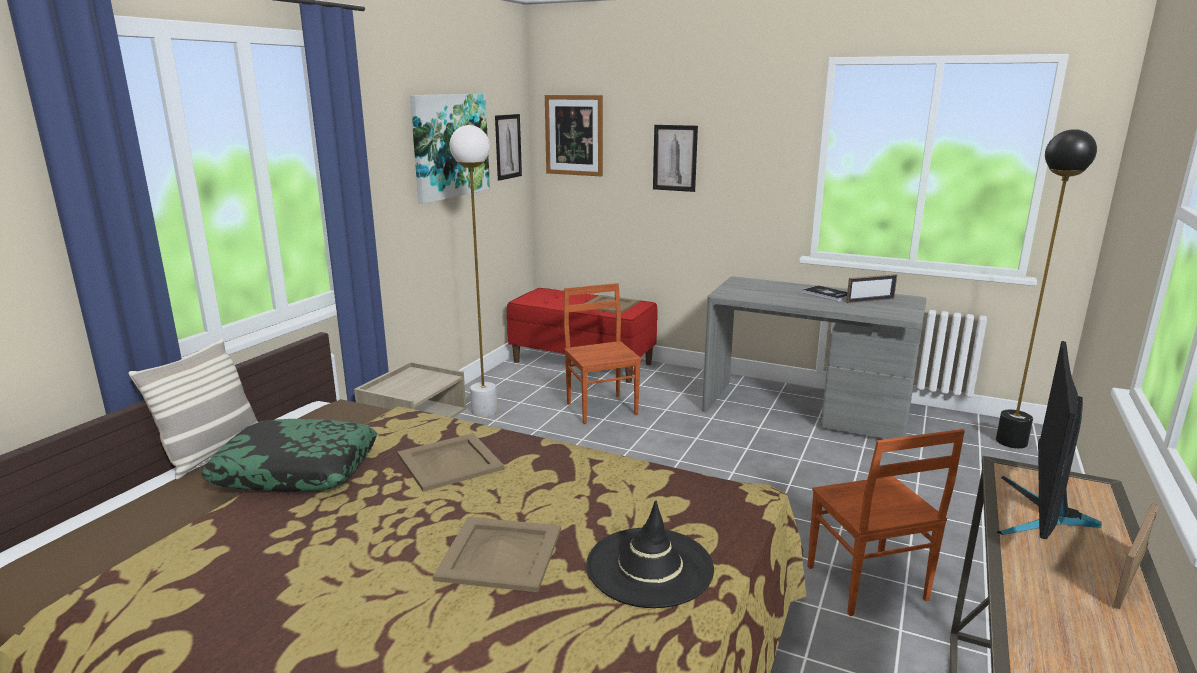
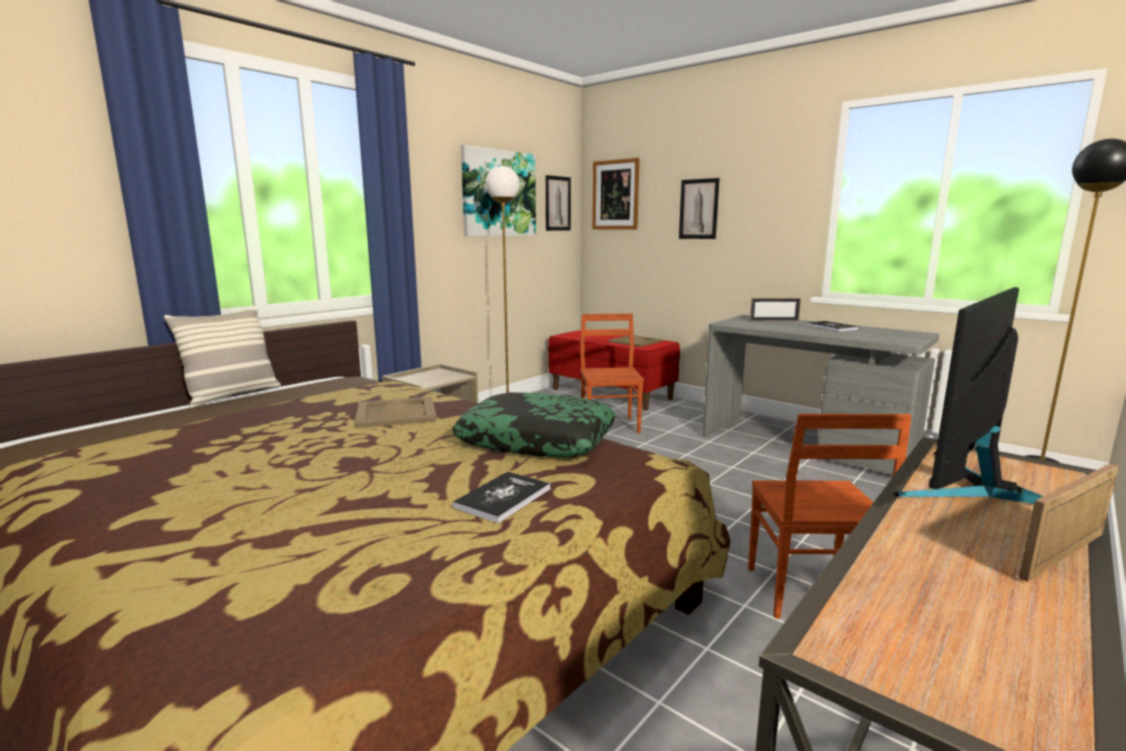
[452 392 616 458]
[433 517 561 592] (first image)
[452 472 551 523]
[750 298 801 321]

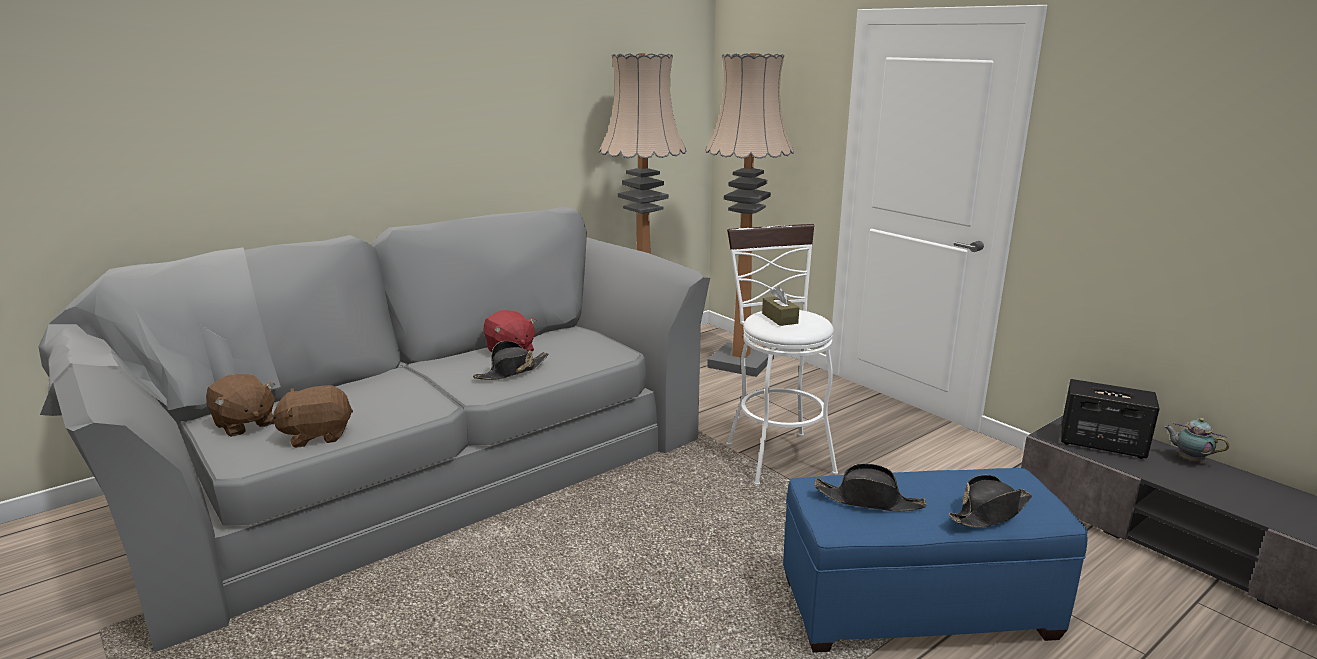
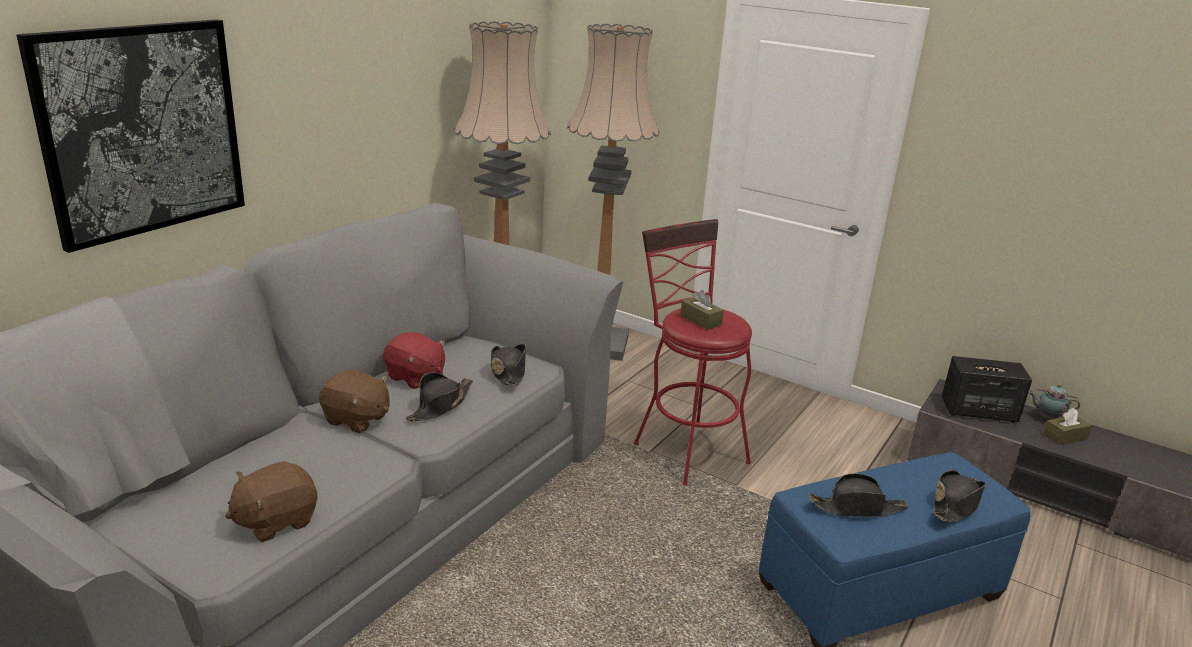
[319 370 390 433]
[634 219 752 486]
[17 19 245 253]
[490 344 526 386]
[1043 408 1092 445]

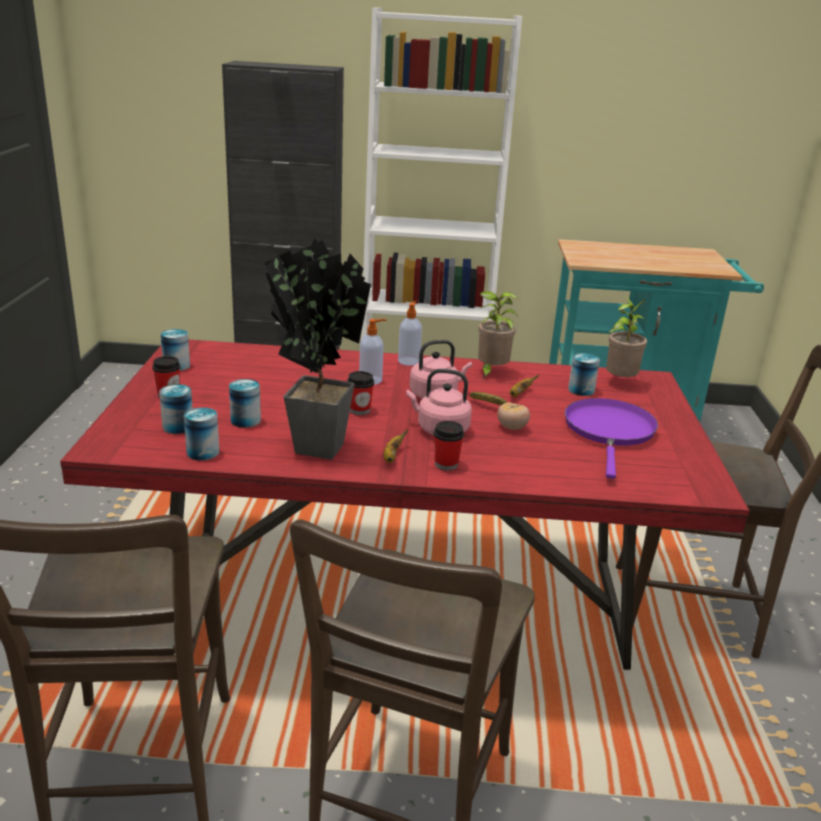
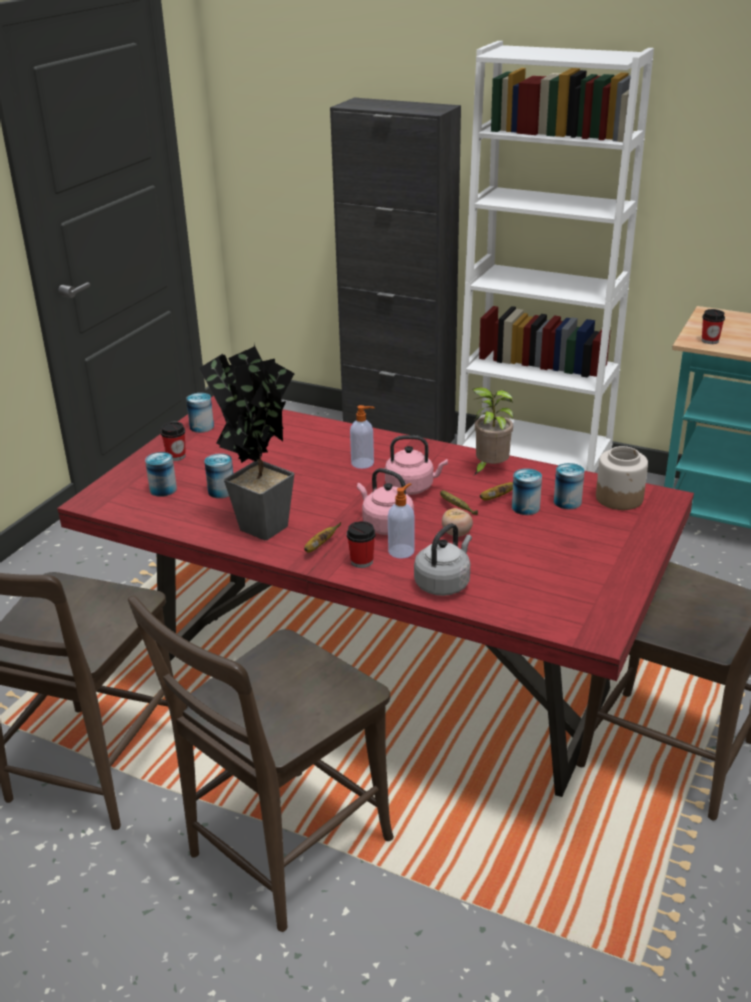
[512 469 542 515]
[702 309 725 344]
[388 483 414 559]
[565 398 658 479] (first image)
[596 446 648 510]
[414 523 472 596]

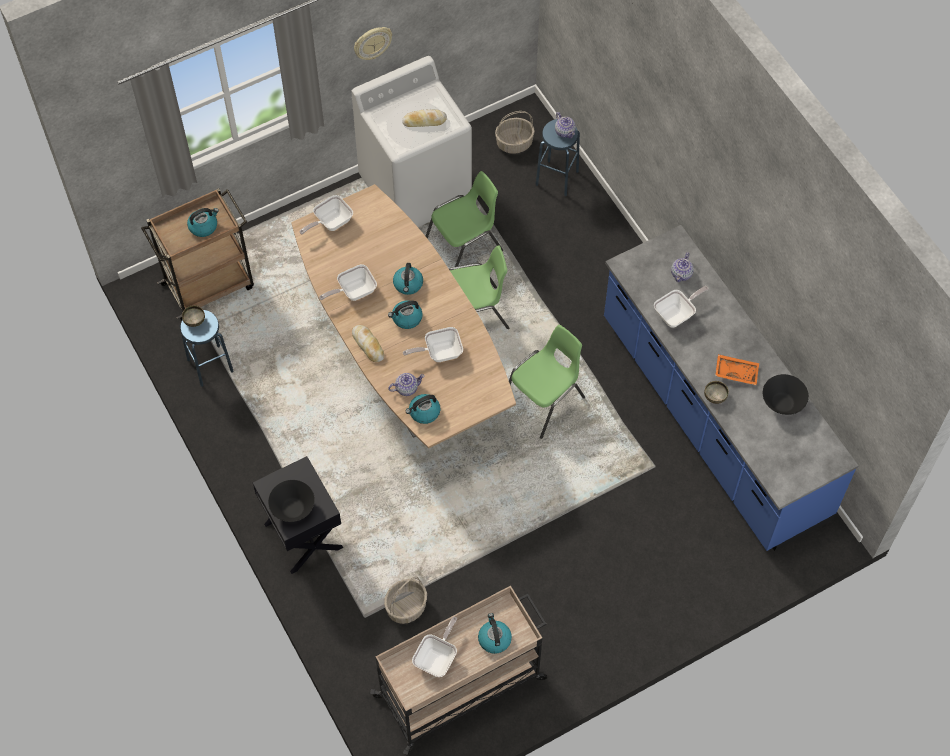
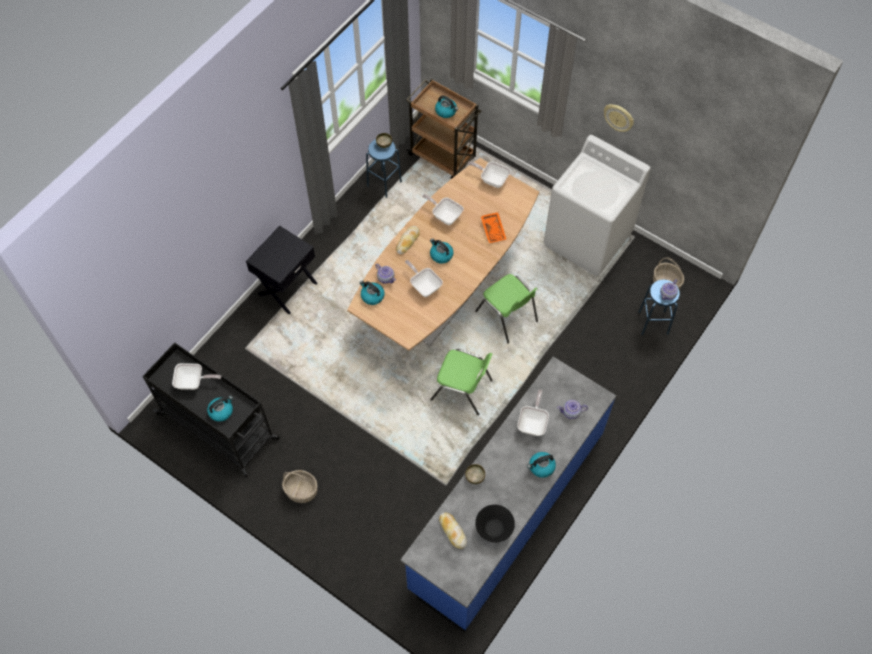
[268 480 315 522] (first image)
[142 342 280 478]
[282 470 318 503]
[527 452 556 478]
[439 513 467 549]
[426 171 503 267] (first image)
[517 389 549 436]
[481 212 506 243]

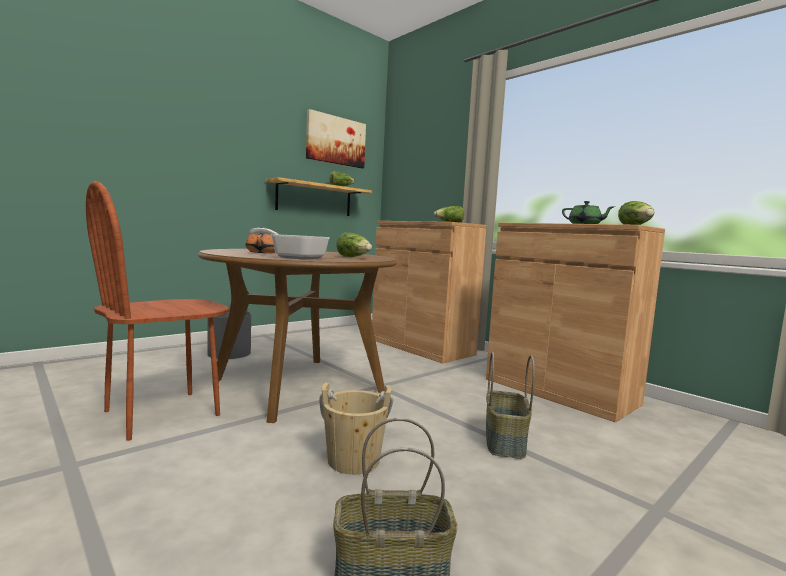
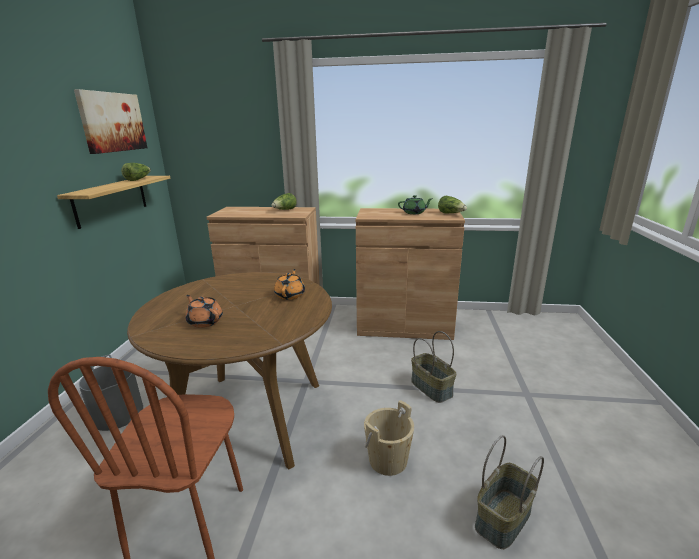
[249 228 330 260] (first image)
[274 269 305 300]

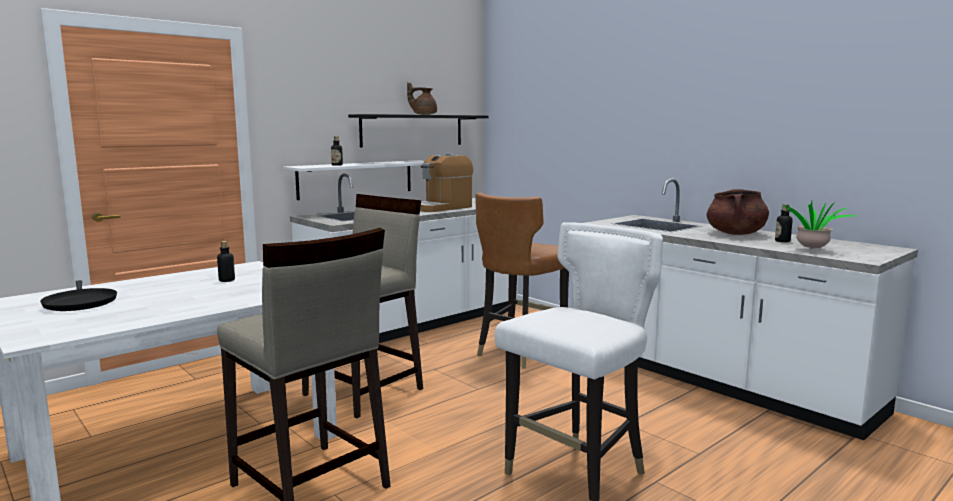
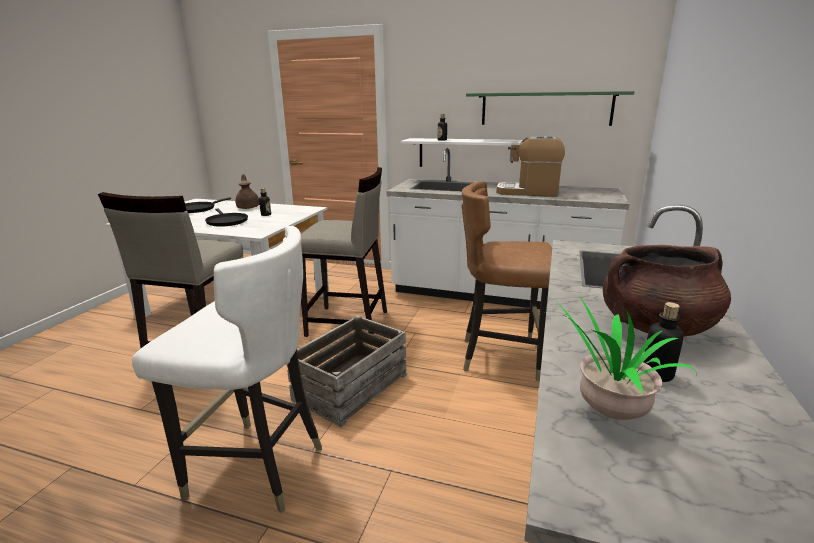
[466 91 634 126]
[236 174 259 209]
[205 208 248 227]
[287 316 407 427]

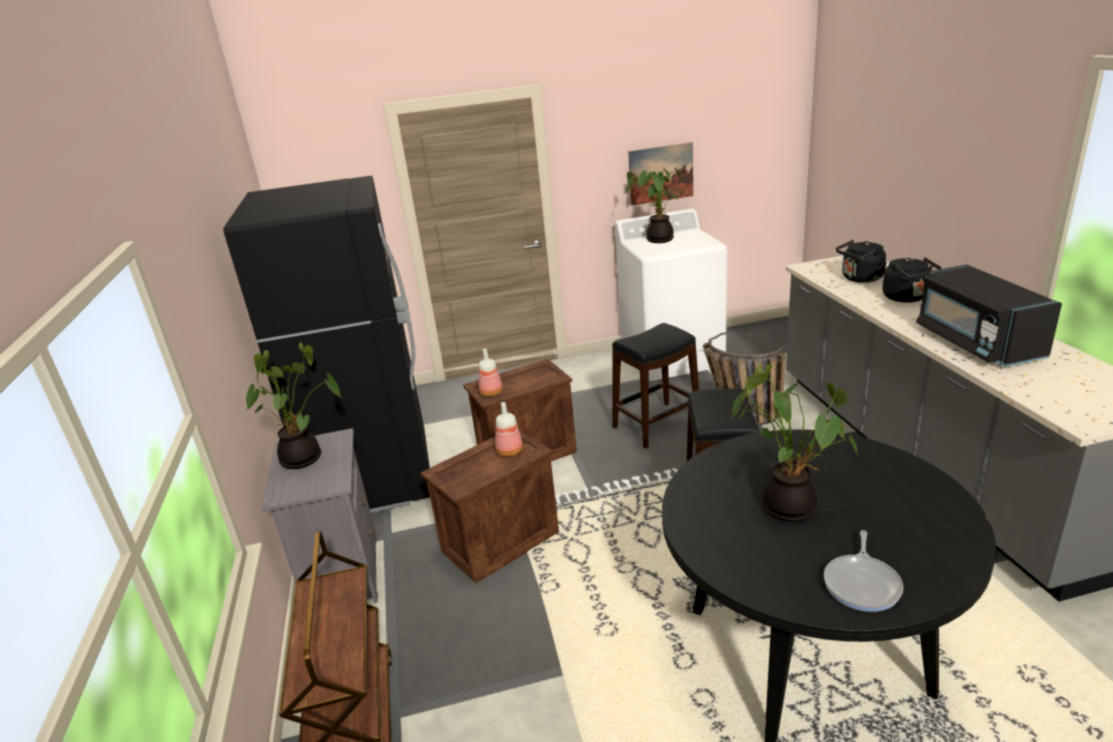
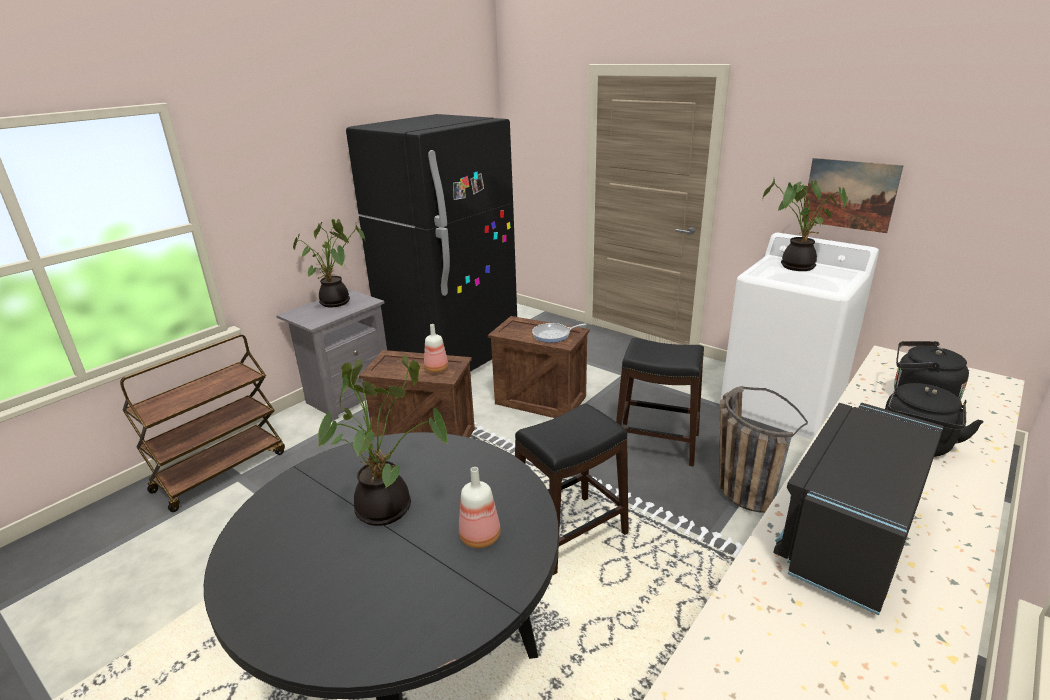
[459 467 501 548]
[532 323 587 343]

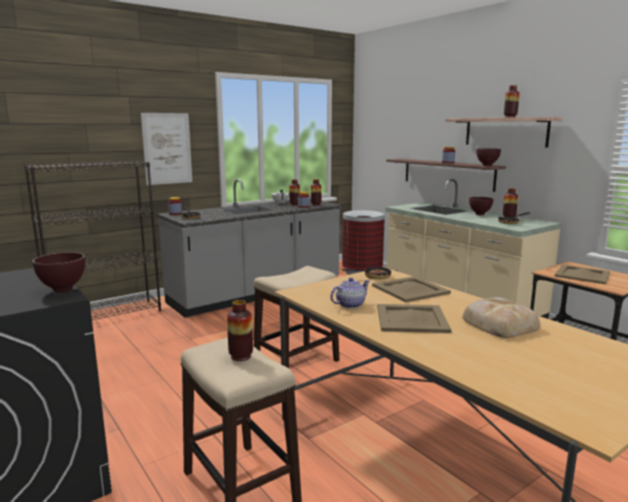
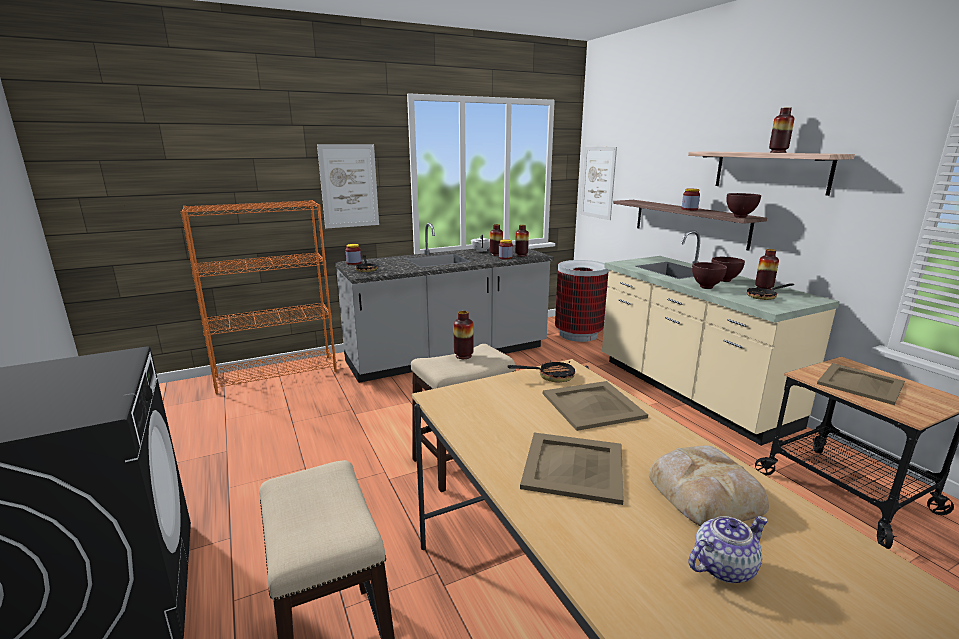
[180 200 337 394]
[692 262 727 289]
[453 311 474 359]
[689 516 768 583]
[581 147 617 220]

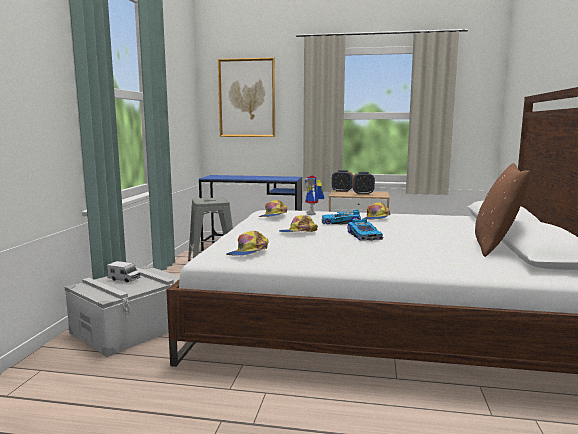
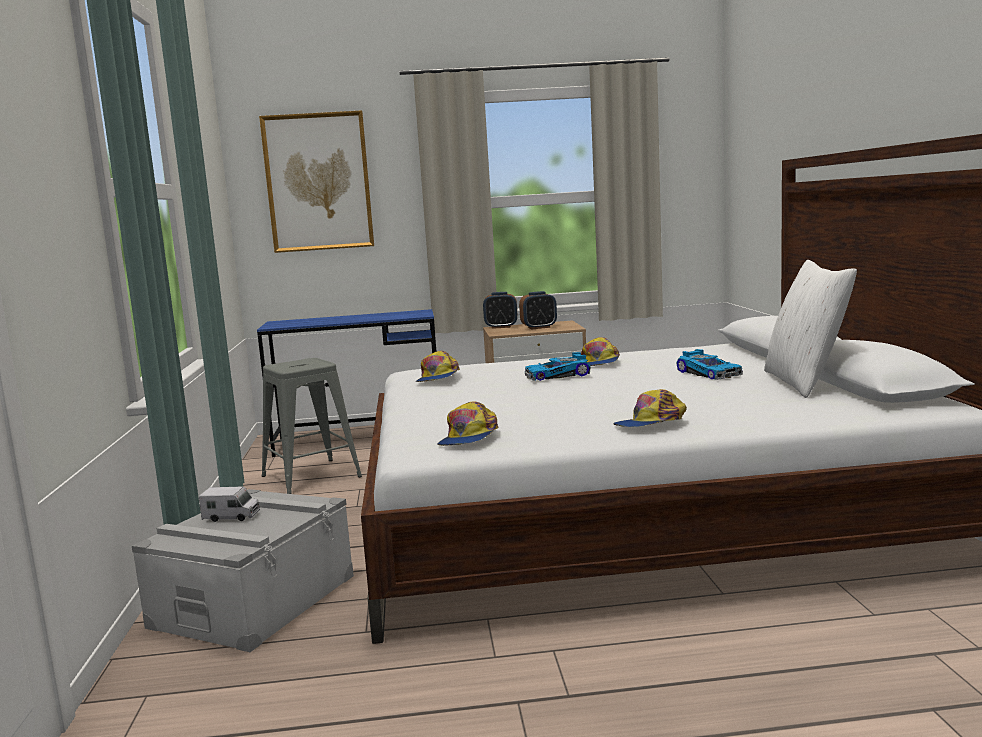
[613 389 687 427]
[305 176 324 215] (first image)
[676 349 743 380]
[764 260 857 398]

